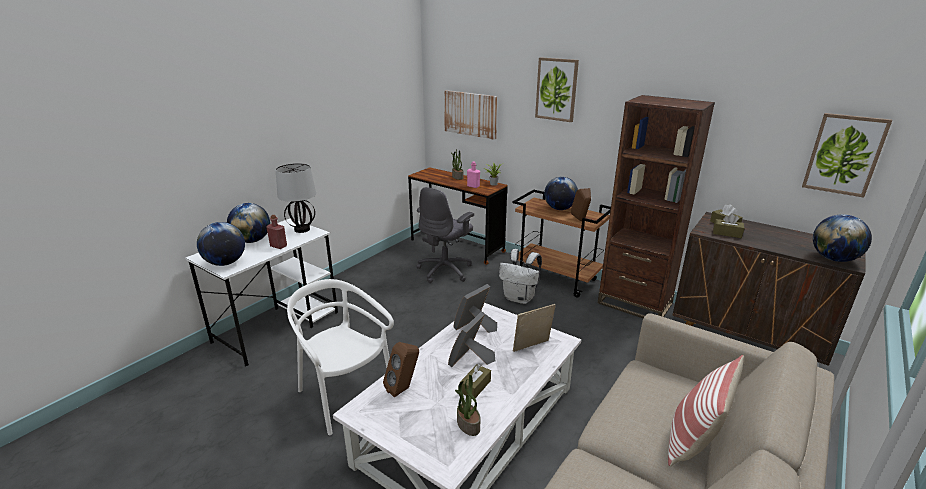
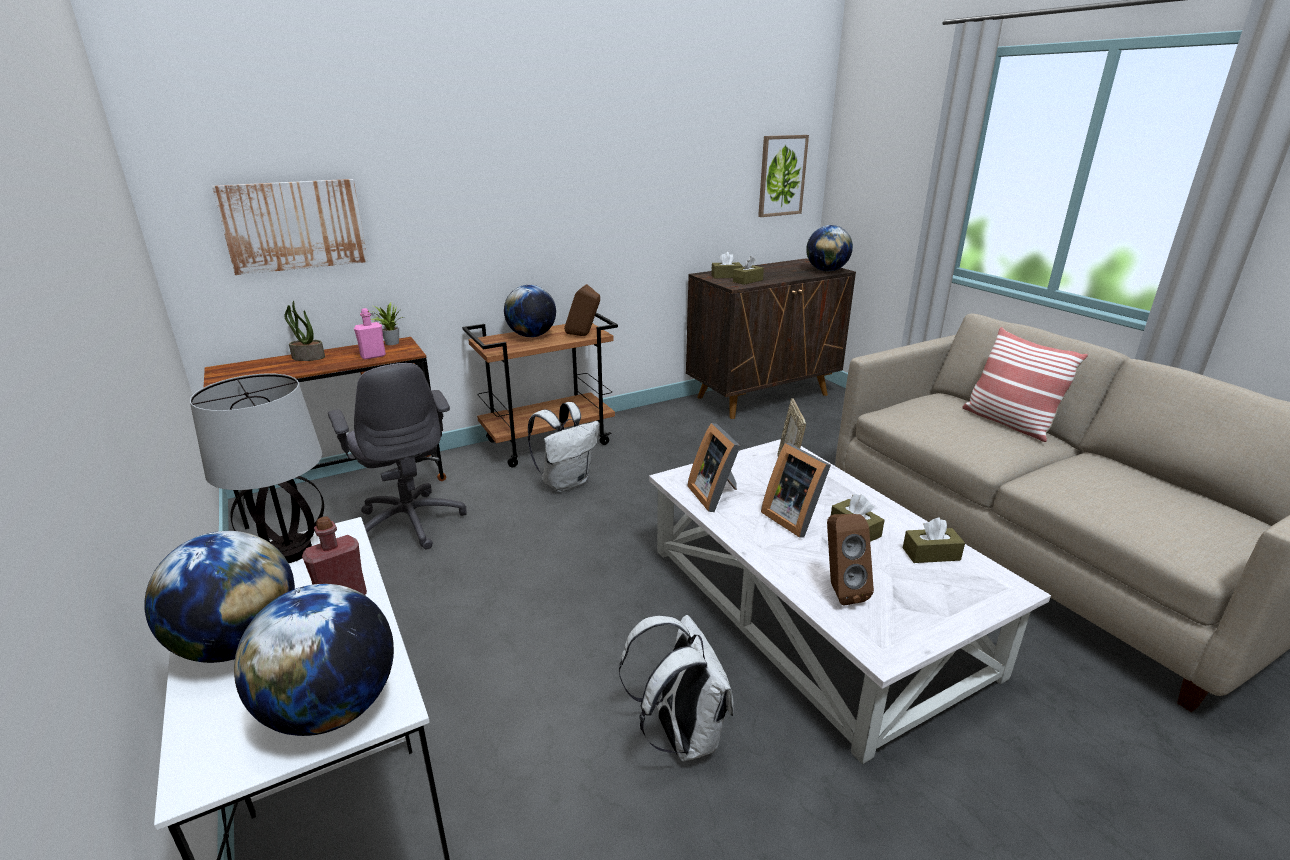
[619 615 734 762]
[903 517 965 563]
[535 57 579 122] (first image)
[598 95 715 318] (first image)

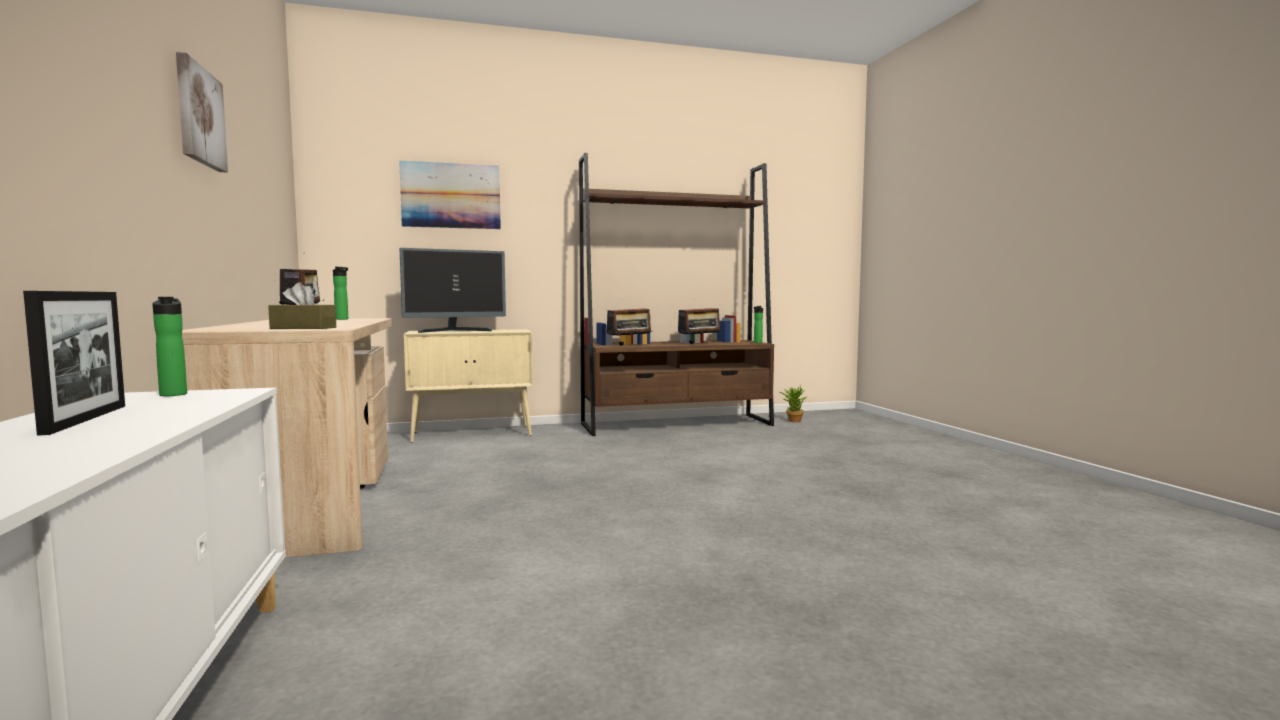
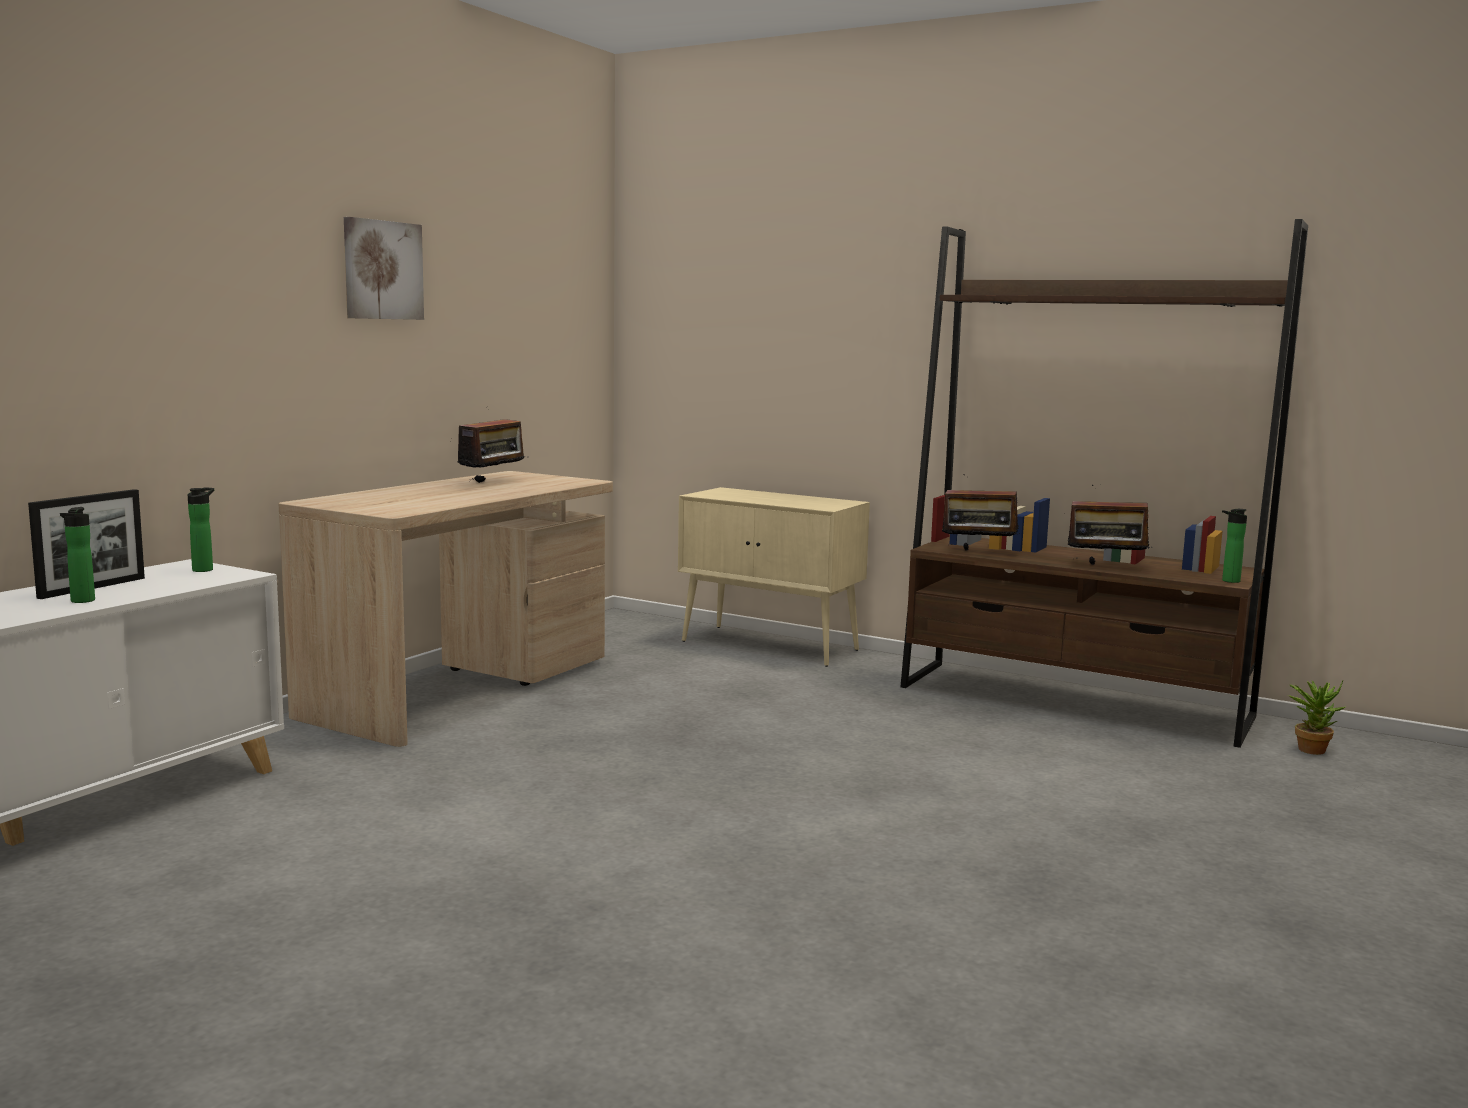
[268 282 336 329] (first image)
[60 507 95 603]
[399 160 501 229] (first image)
[399 248 506 333] (first image)

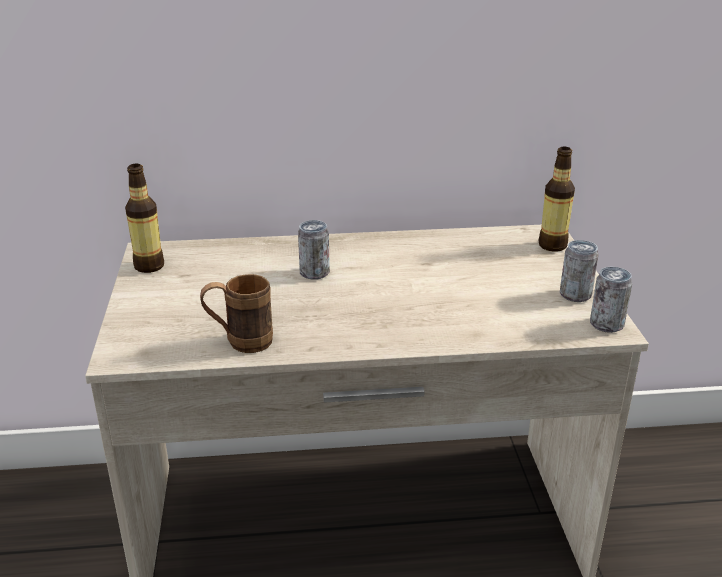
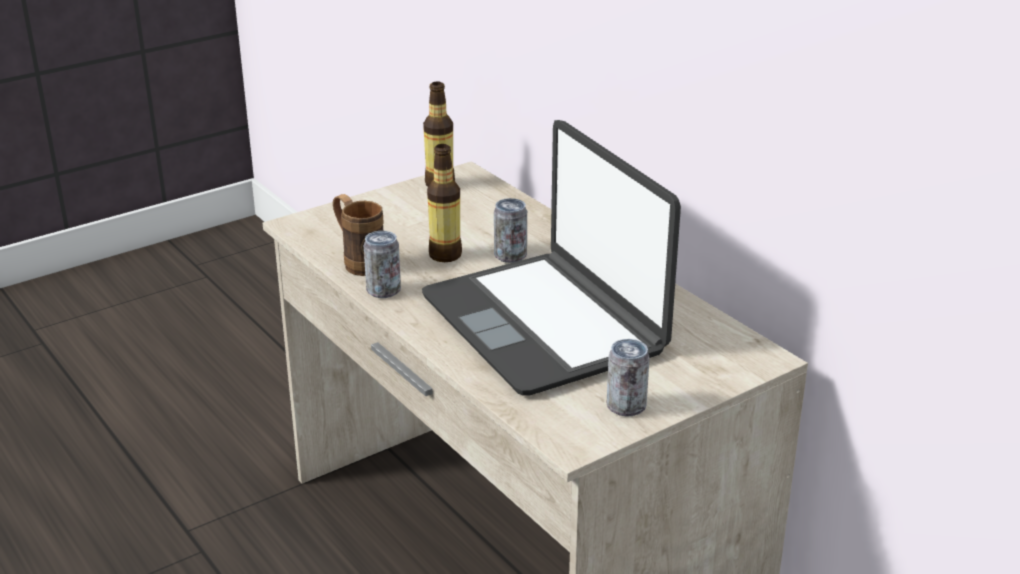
[427 144 462 262]
[364 231 401 298]
[422 120 681 396]

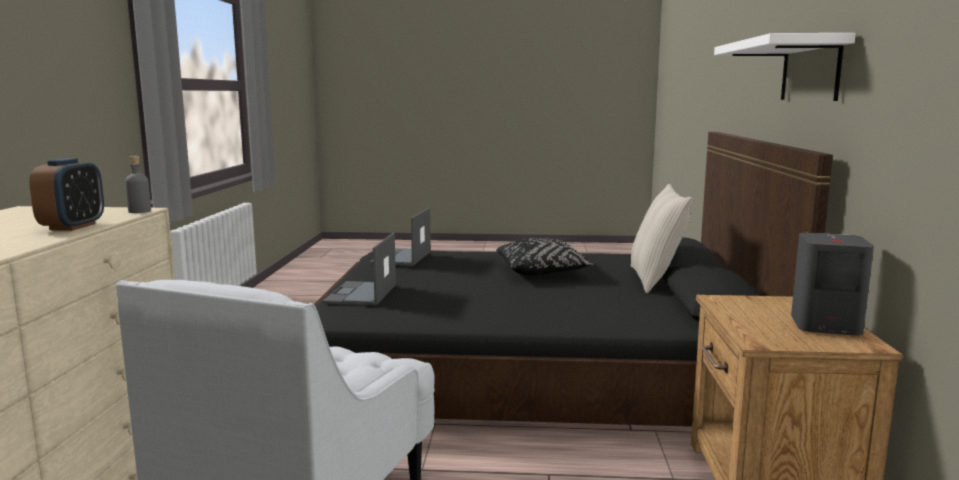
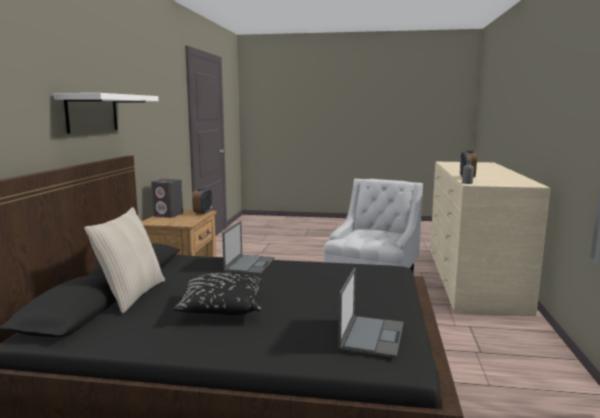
[222 221 275 274]
[192 187 212 214]

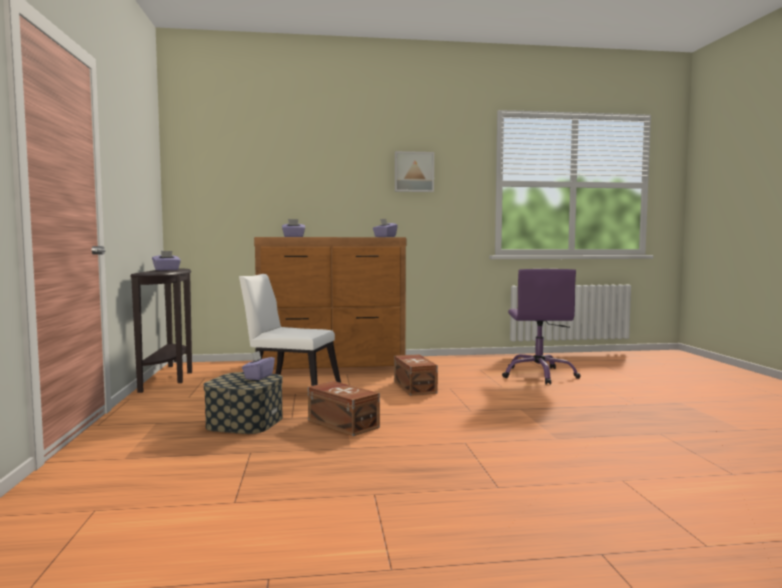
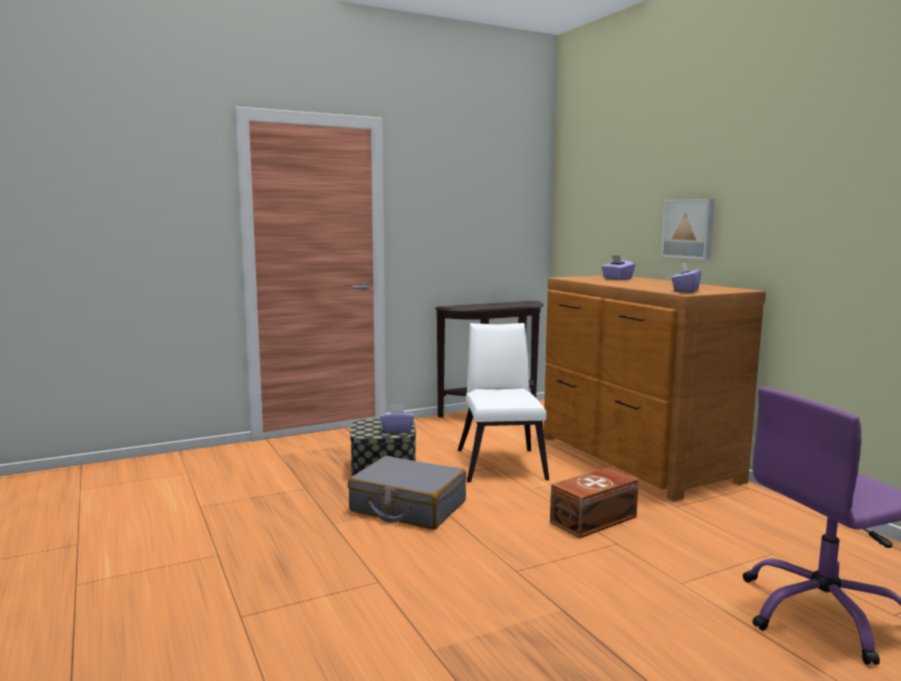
[152 251 181 271] (first image)
[348 456 466 529]
[661 199 714 260]

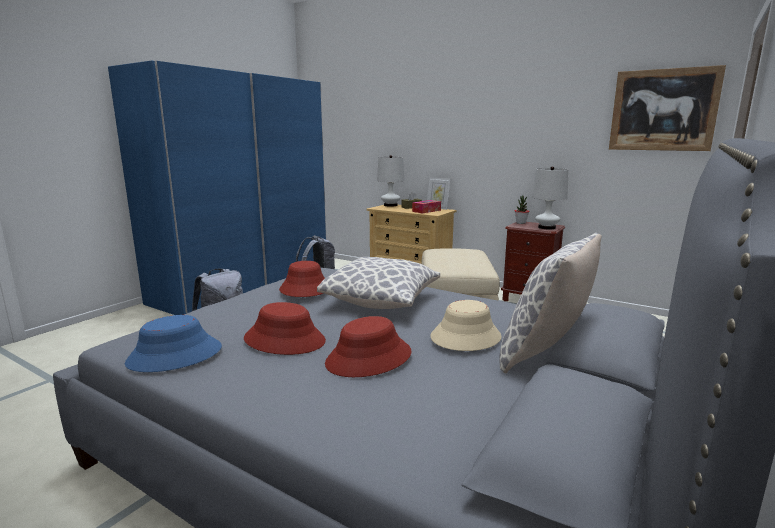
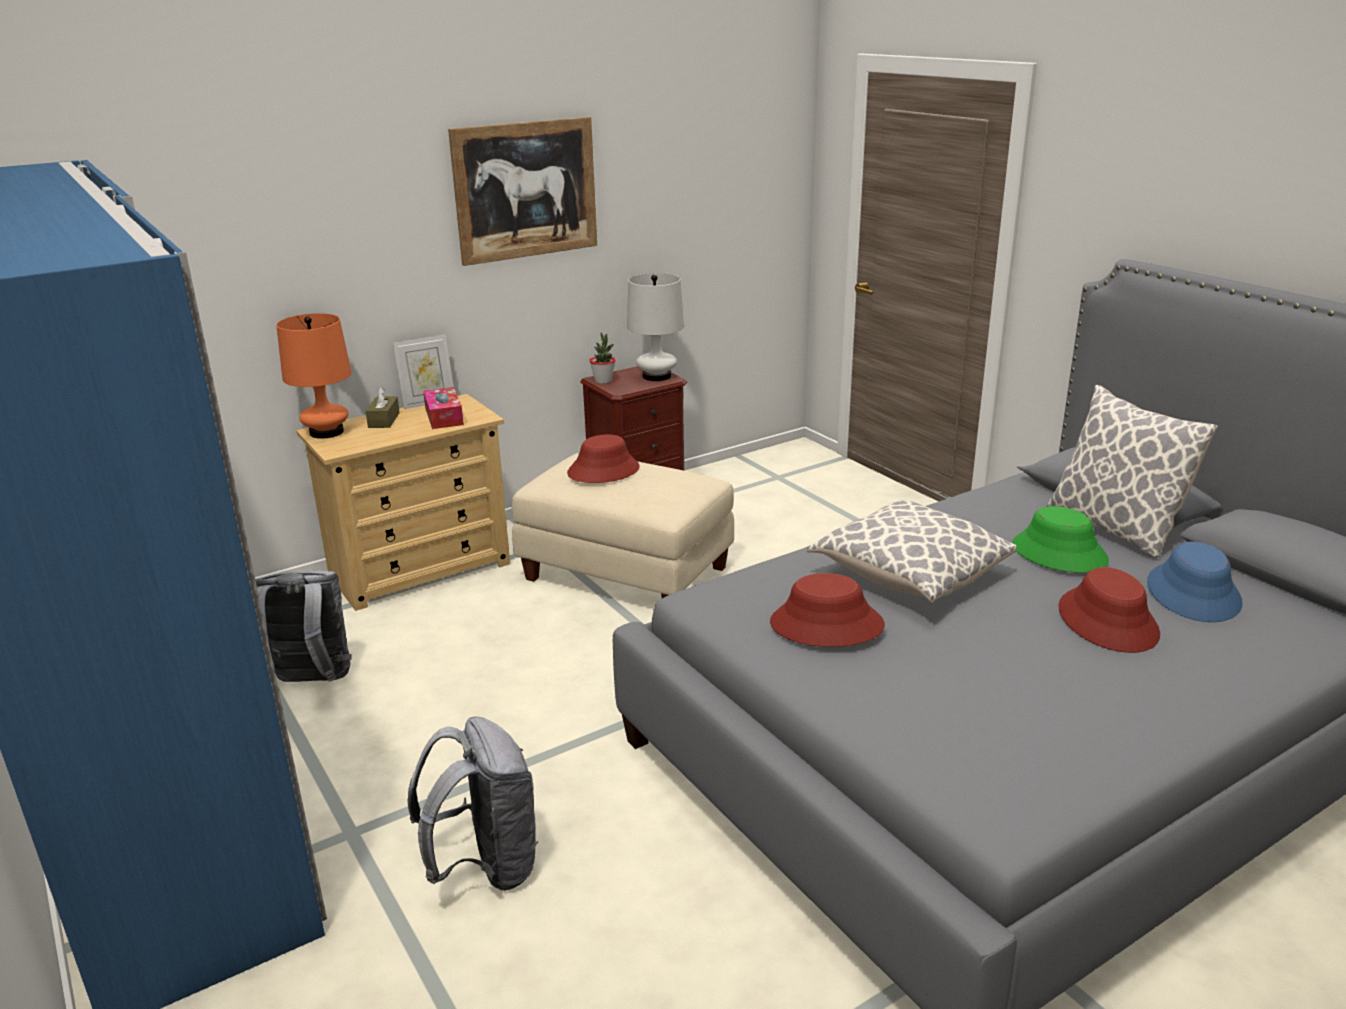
[1147 542 1243 622]
[567 435 640 483]
[276 313 352 439]
[1012 506 1109 573]
[448 117 597 266]

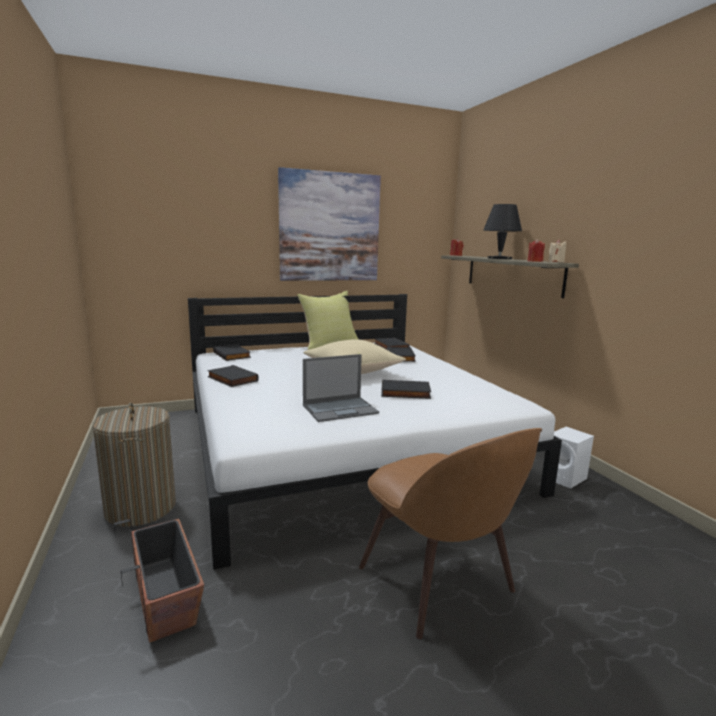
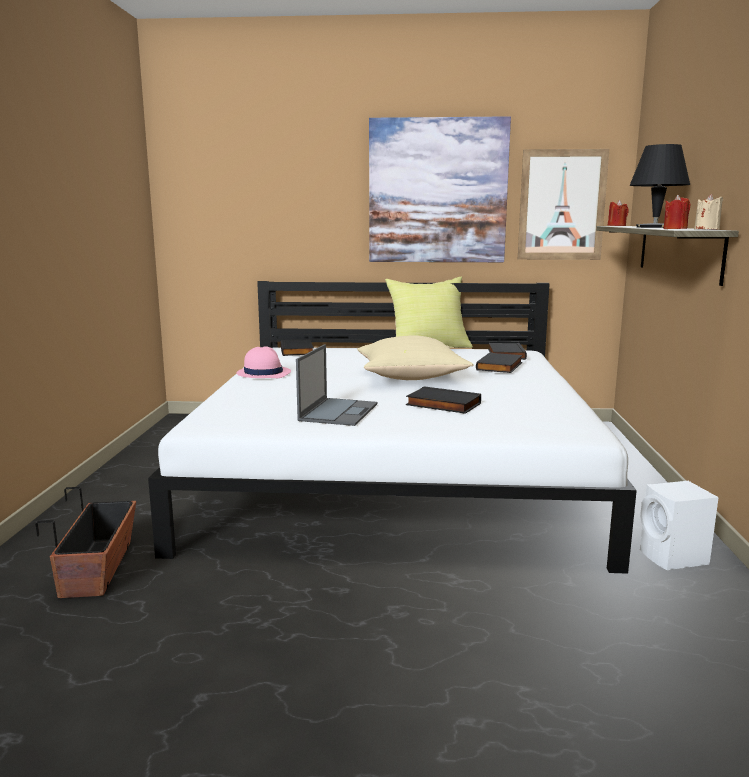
[92 402 176 527] (first image)
[236 346 291 378]
[296 344 378 426]
[359 428 542 639] (first image)
[518 149 610 260]

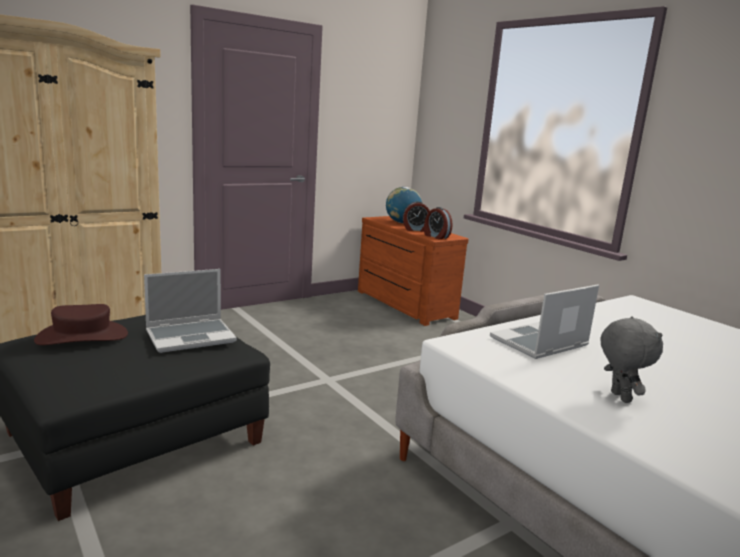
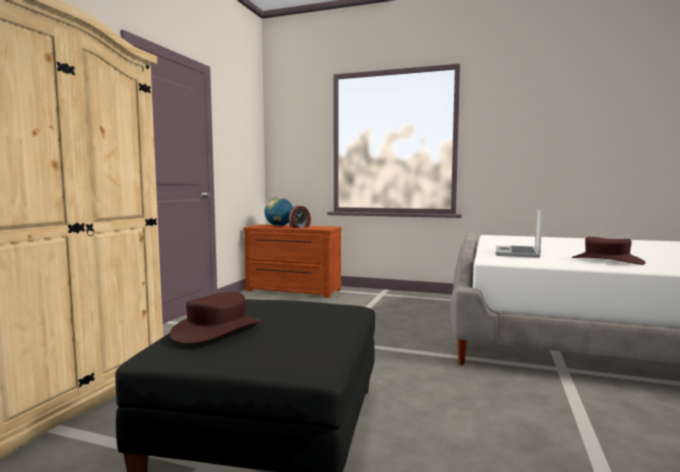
[144 269 237 353] (first image)
[424 207 453 239] (first image)
[572 237 646 265]

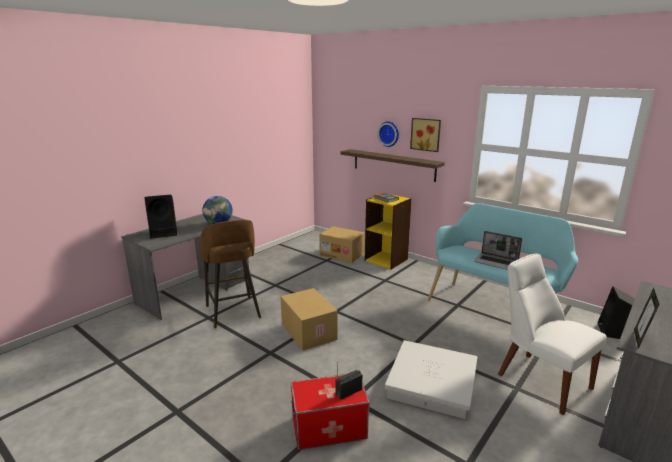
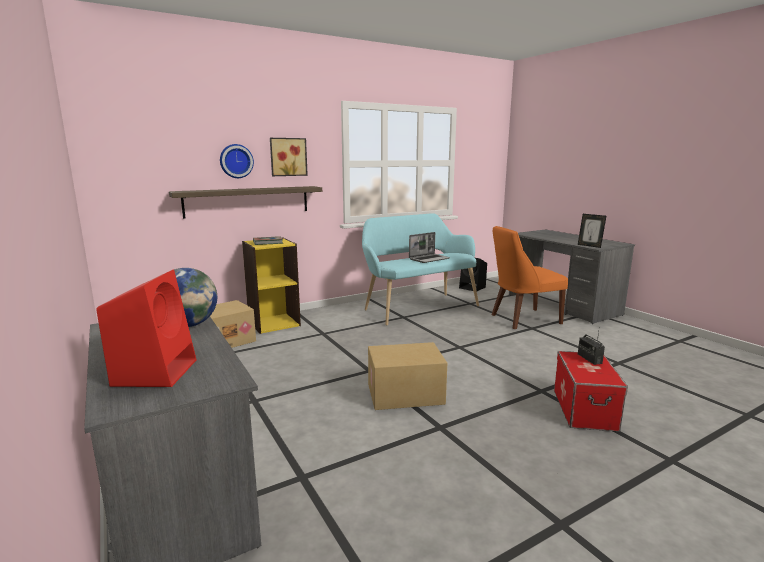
[96 270 196 387]
[200 220 261 328] (first image)
[385 340 477 419] (first image)
[492 226 568 329]

